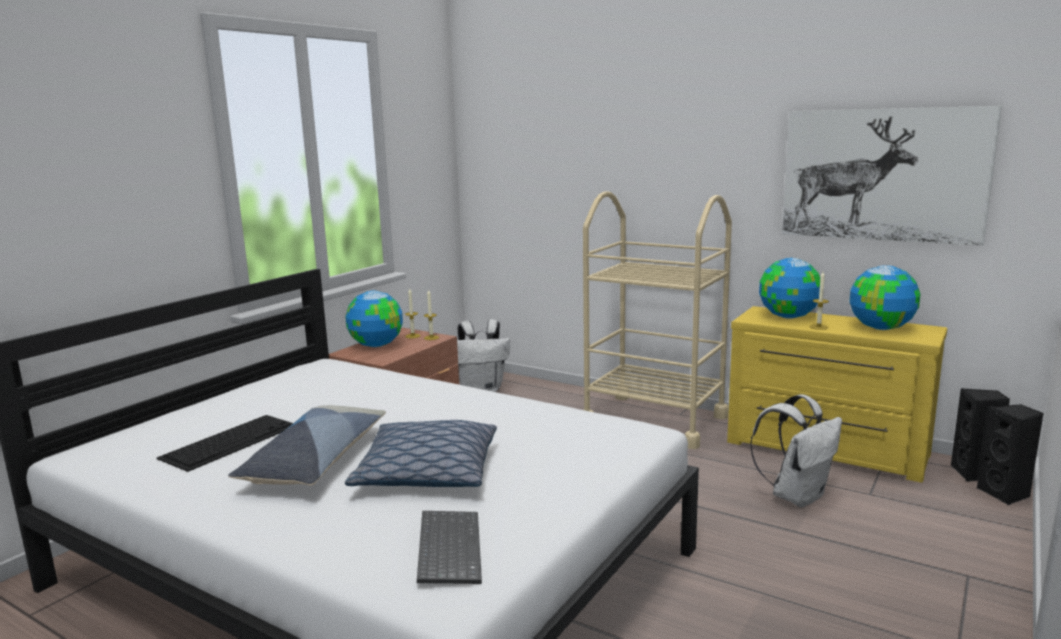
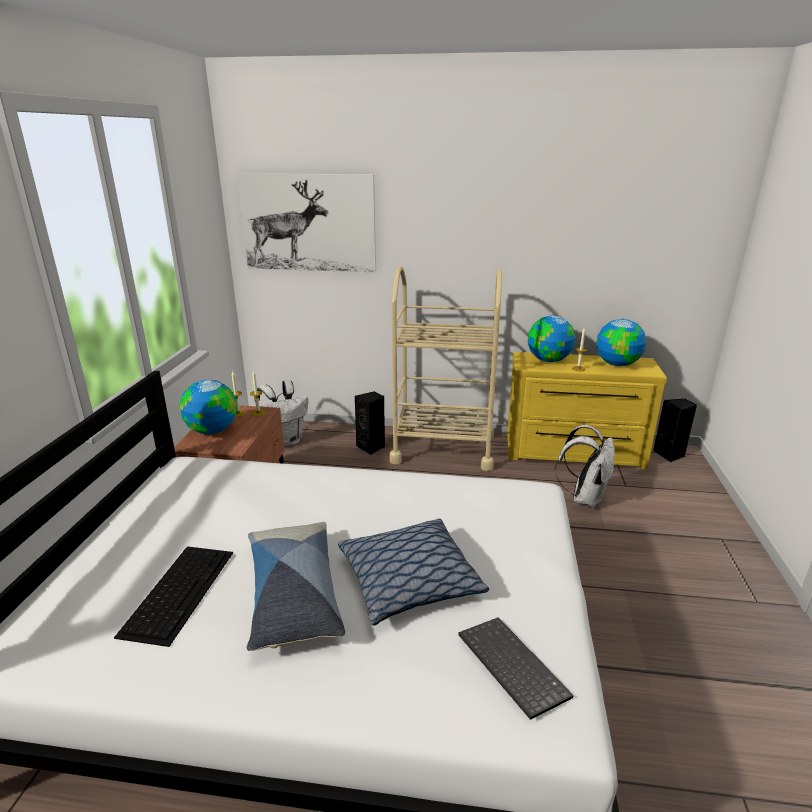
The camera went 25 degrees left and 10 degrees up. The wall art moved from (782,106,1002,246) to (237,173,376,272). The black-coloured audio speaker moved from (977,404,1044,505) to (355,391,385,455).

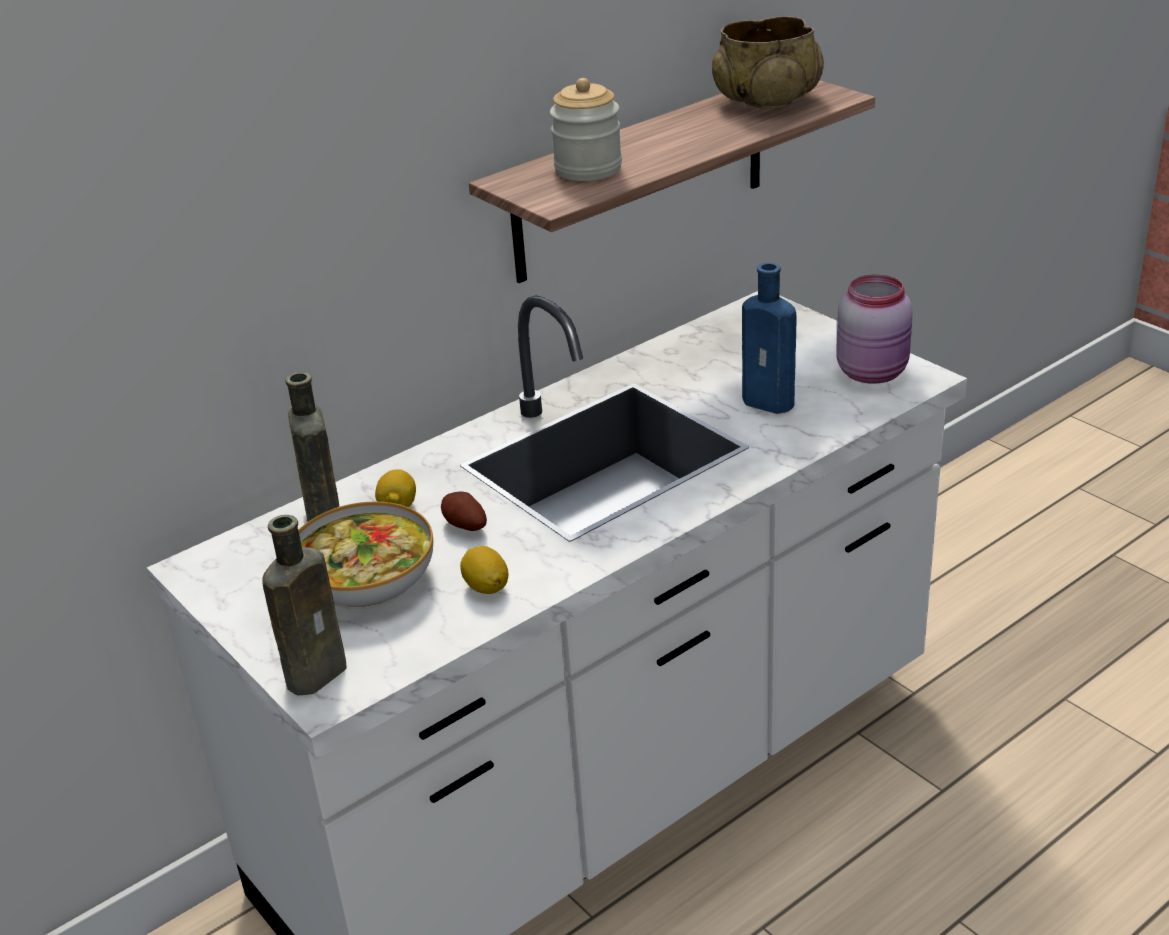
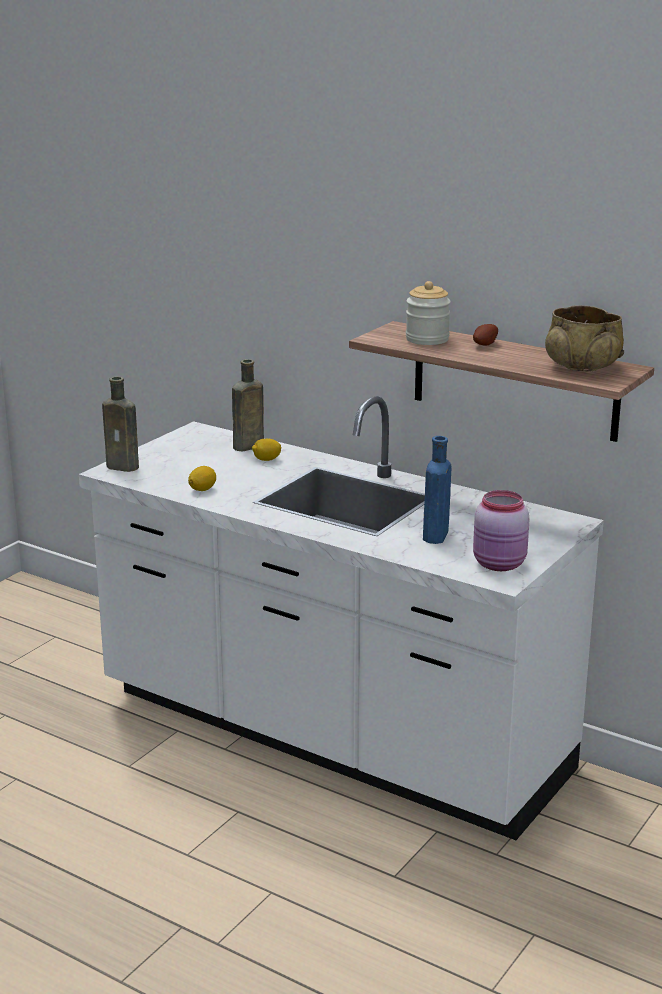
The camera went 70 degrees right and 10 degrees down. The bowl at (298,502,433,609) disappeared. The potato moved from (441,491,487,531) to (473,324,498,346).

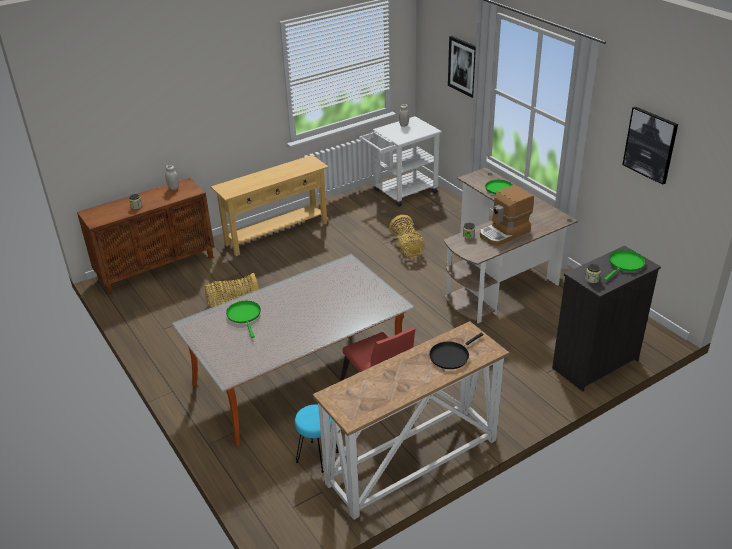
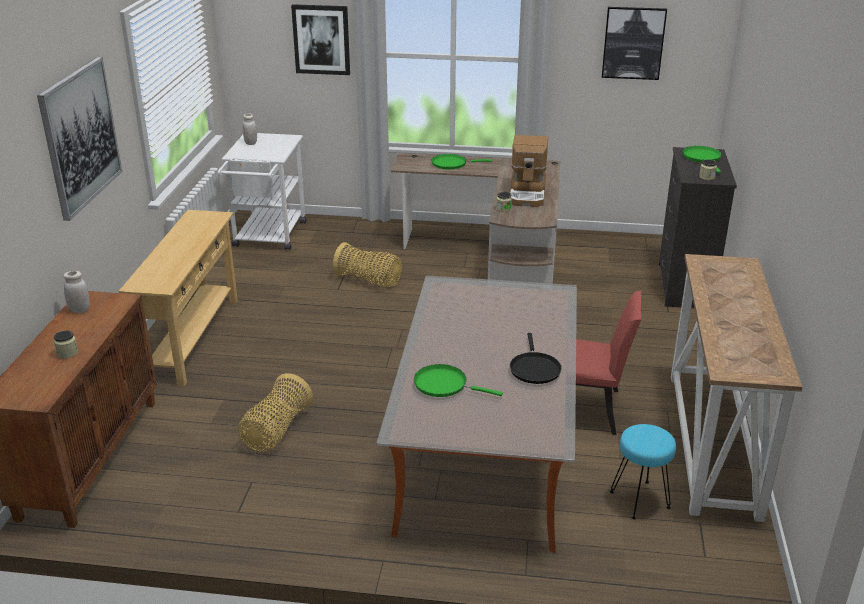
The camera went 50 degrees left and 5 degrees down. The black-coloured frying pan moved from (429,333,483,369) to (510,333,562,384). The wall art at (37,57,122,221) appeared.

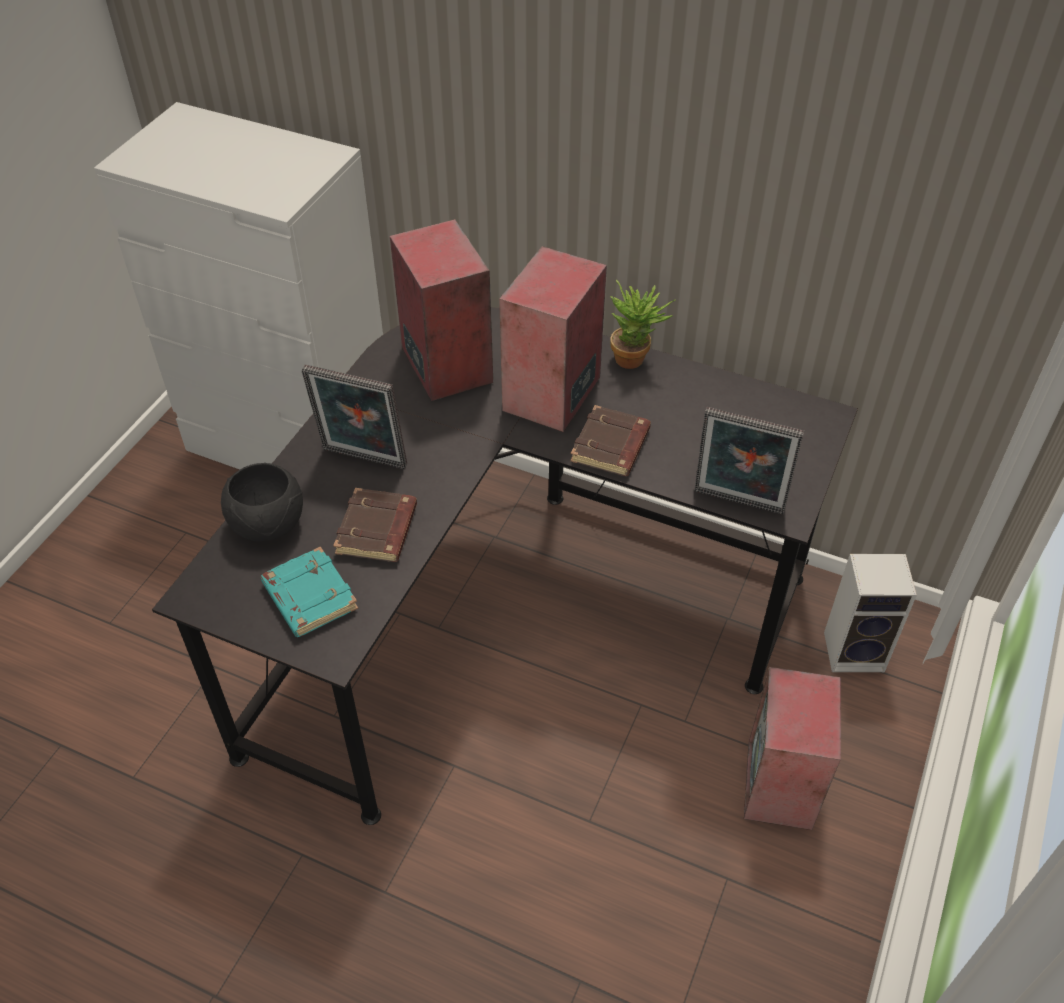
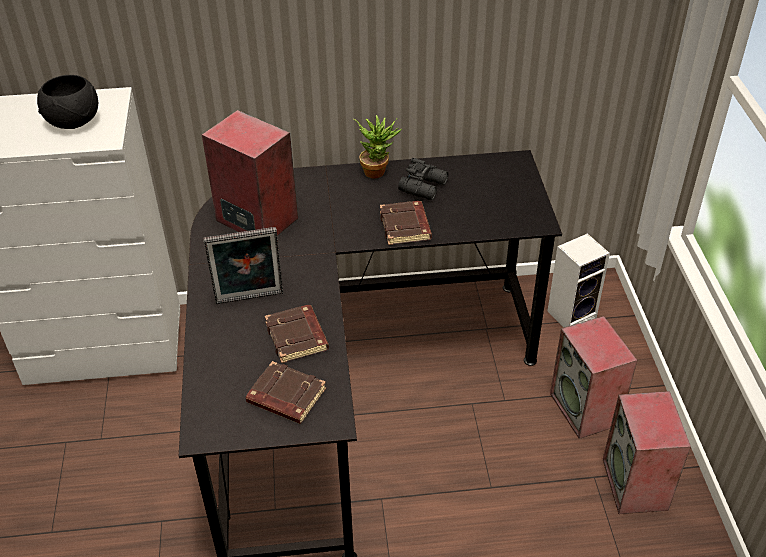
The camera went 30 degrees left and 5 degrees down. The black-coloured bowl moved from (221,463,303,541) to (37,75,98,129). The blue-green book at (261,546,358,637) became the brown-coloured book at (246,361,326,424). The audio speaker moved from (499,246,607,432) to (603,391,691,514). The picture frame at (694,407,804,514) disappeared. The black-coloured field glasses at (398,158,448,200) appeared.

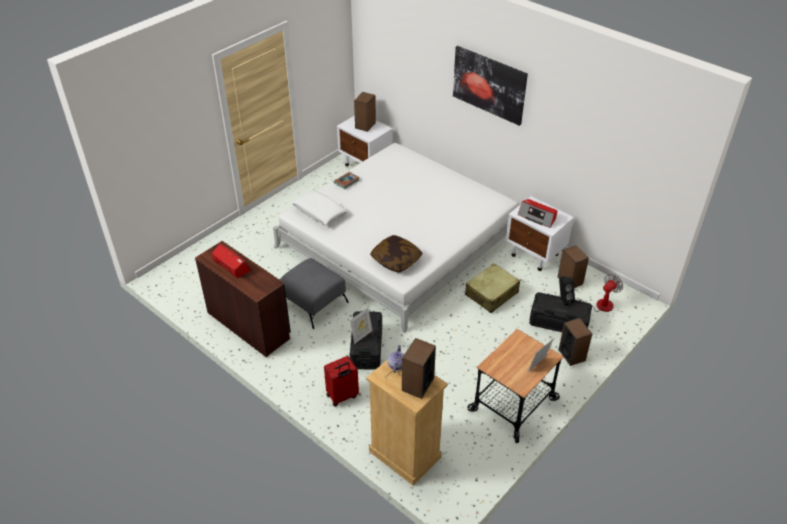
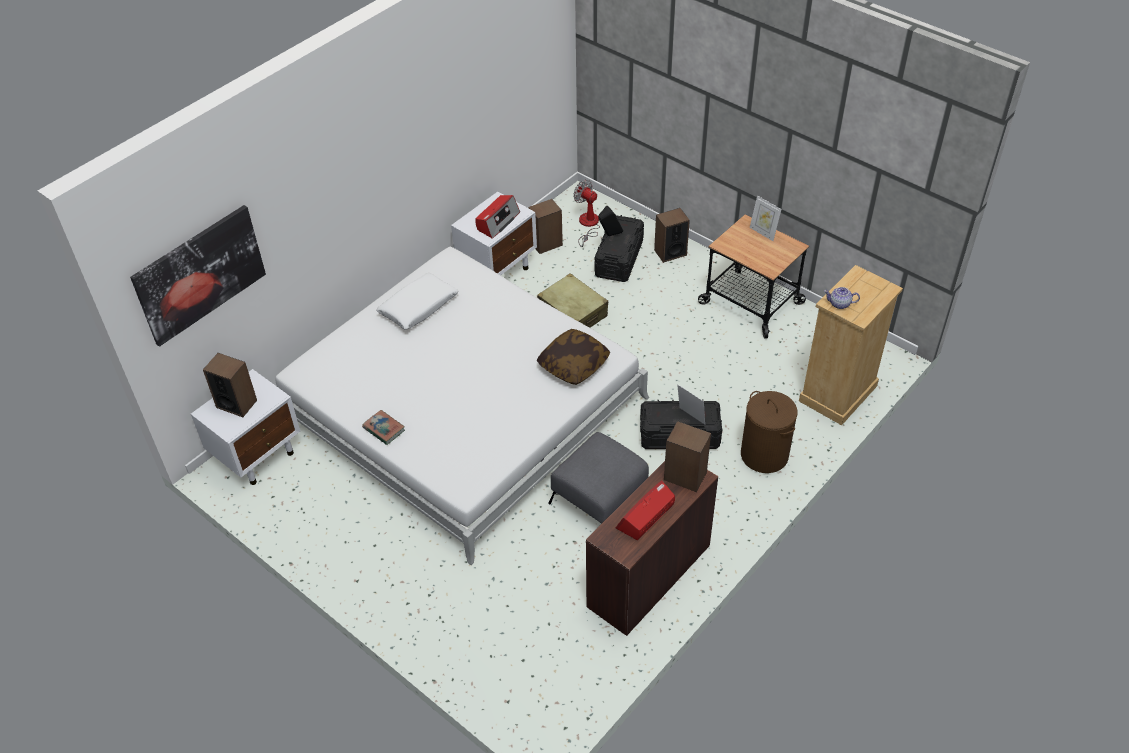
The camera went 90 degrees left and 5 degrees up. The whitish cushion moved from (292,190,348,225) to (376,273,459,330). The red suitcase at (324,356,359,407) was replaced by the brown-coloured laundry basket at (741,391,798,473). The audio speaker moved from (402,338,436,399) to (664,421,711,492). The wall art moved from (453,46,528,126) to (130,205,266,347).

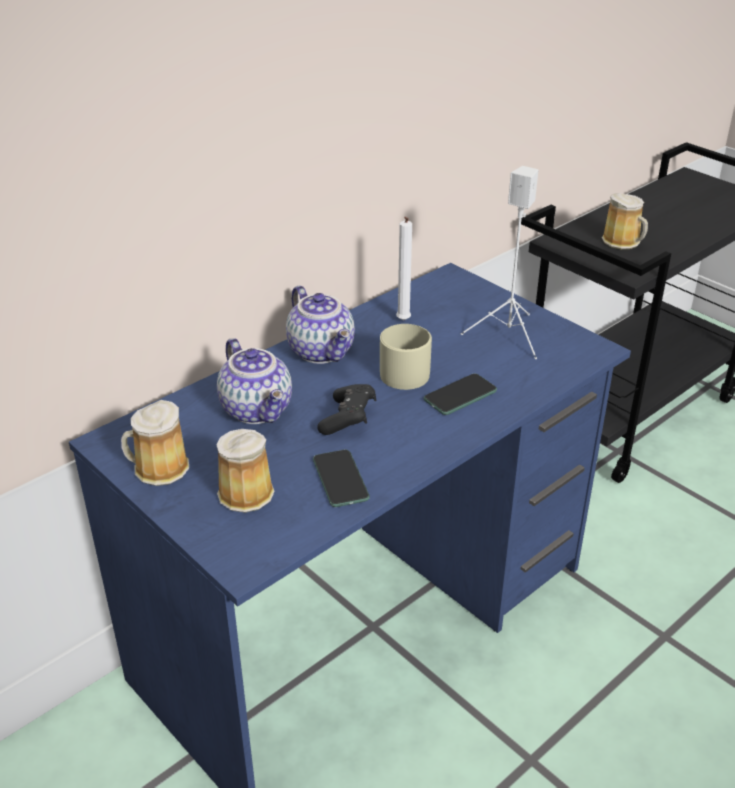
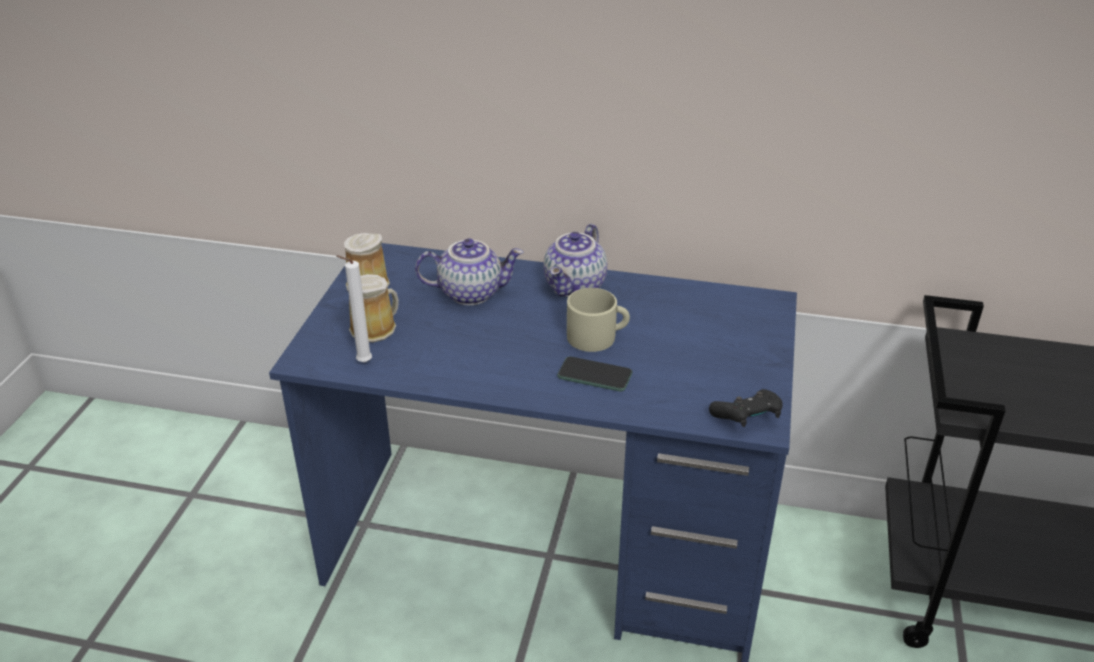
The camera went 55 degrees right and 0 degrees up. The pot for tea at (217,338,292,424) turned 120 degrees counterclockwise. The telephone at (313,450,370,507) disappeared. The black-coloured gamepad moved from (317,384,376,435) to (709,389,783,427). The whitish wax candle moved from (396,217,412,321) to (336,255,372,362). The whitish audio speaker at (461,166,538,359) disappeared. The tea mug at (602,193,648,249) disappeared.

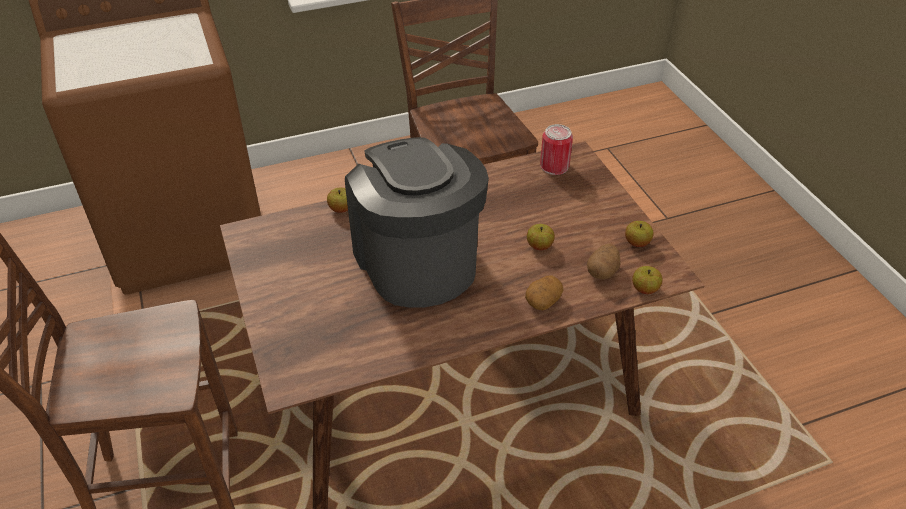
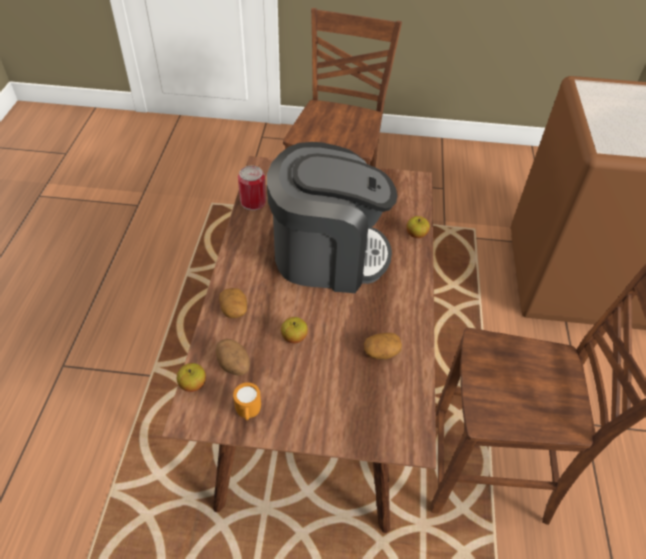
The camera went 115 degrees right and 5 degrees up. The can moved from (540,124,573,175) to (238,166,266,210). The apple fruit at (625,221,654,247) was replaced by the orange tea mug at (233,382,261,420). The potato at (364,333,402,360) appeared.

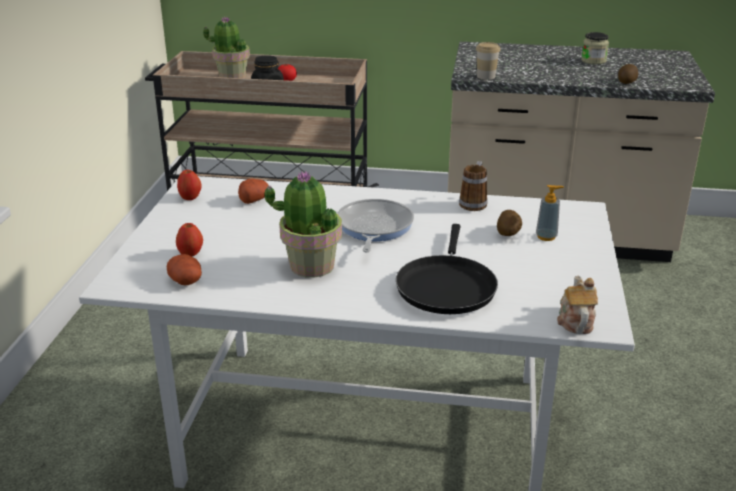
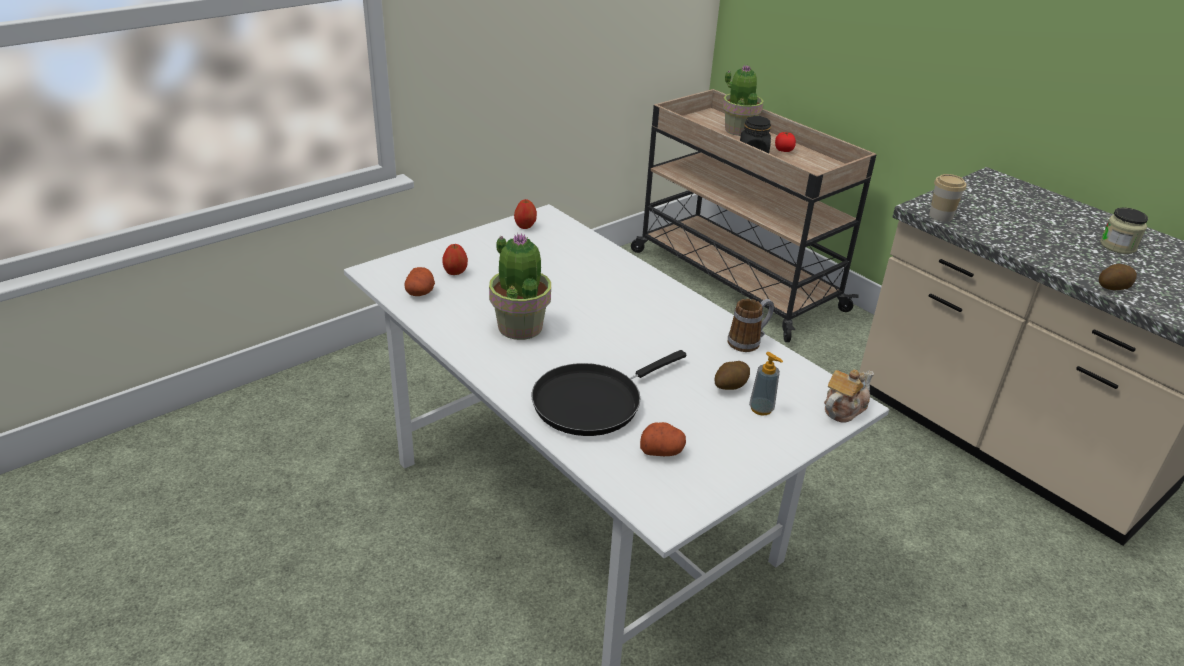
The camera went 40 degrees right and 5 degrees up. The potato moved from (238,178,269,204) to (640,422,686,456). The frying pan at (337,199,414,253) disappeared. The pot for tea moved from (557,276,598,334) to (824,370,874,423).

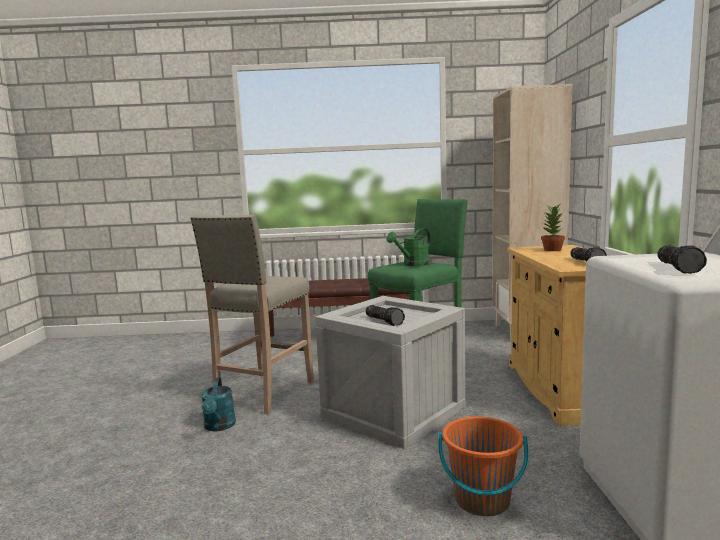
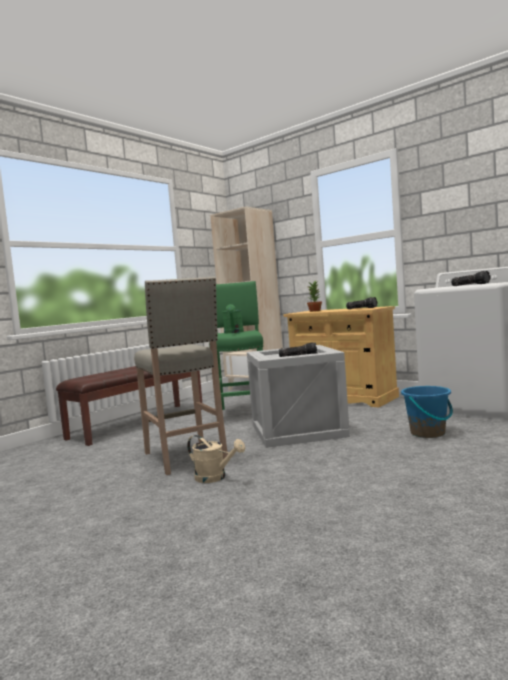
The camera went 50 degrees left and 5 degrees down. The blue-green watering can at (201,377,236,431) became the sand-coloured watering can at (187,435,245,483). The orange bucket at (438,417,529,516) became the blue bucket at (401,386,453,438).

